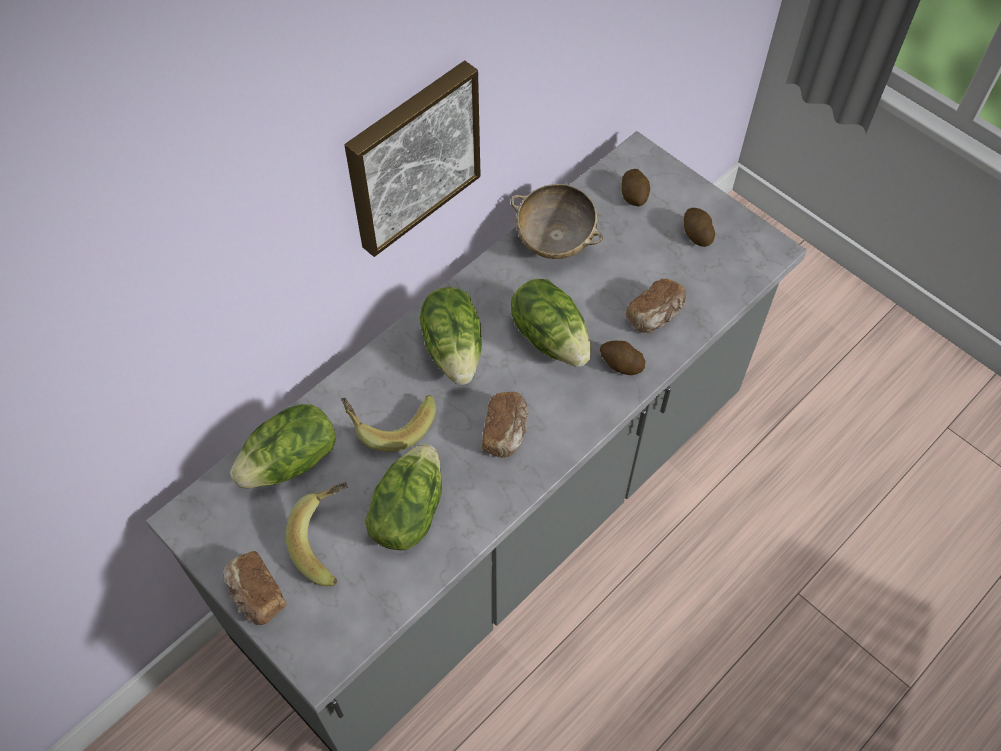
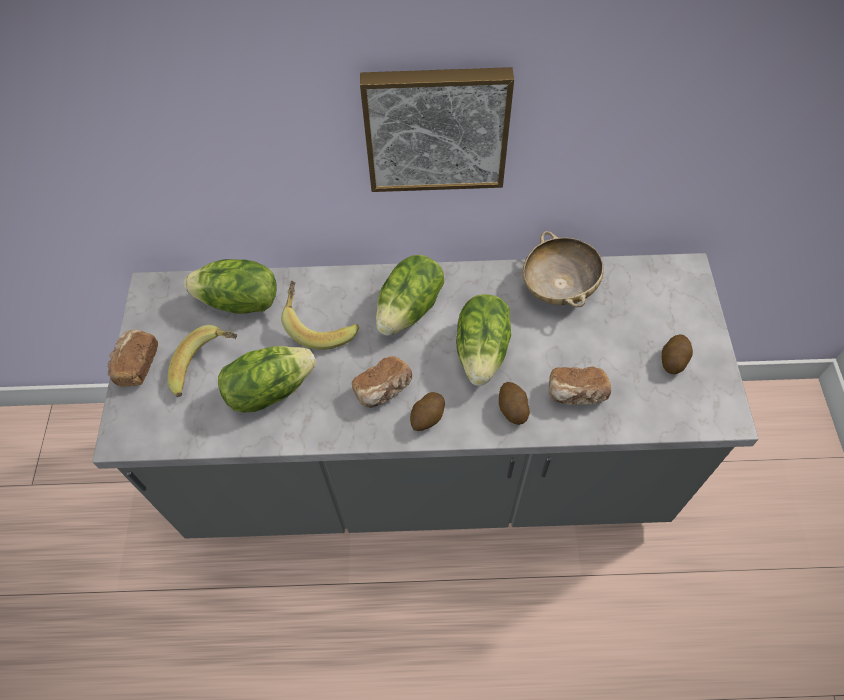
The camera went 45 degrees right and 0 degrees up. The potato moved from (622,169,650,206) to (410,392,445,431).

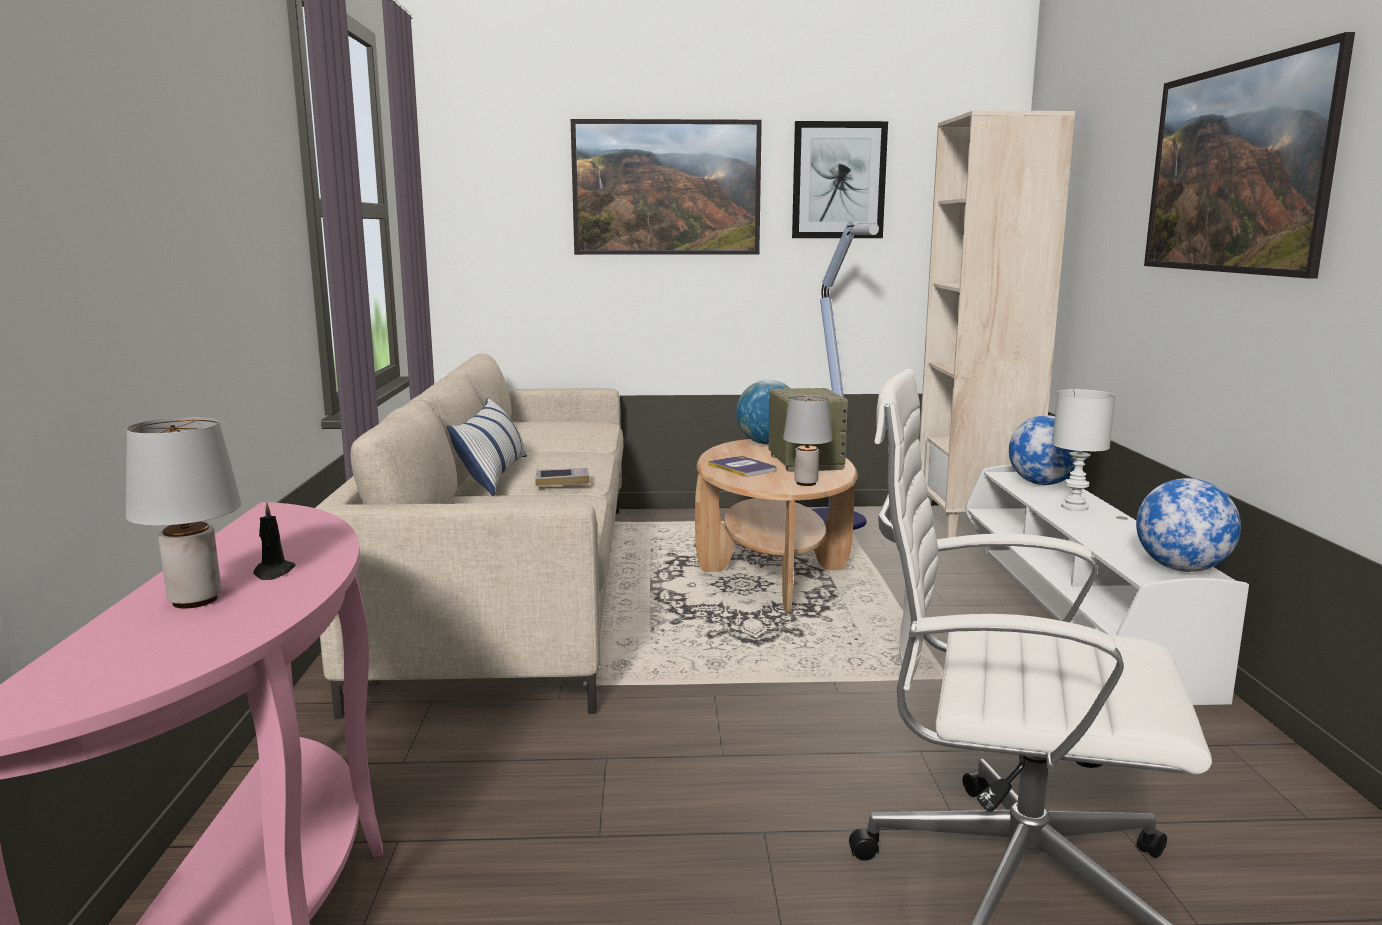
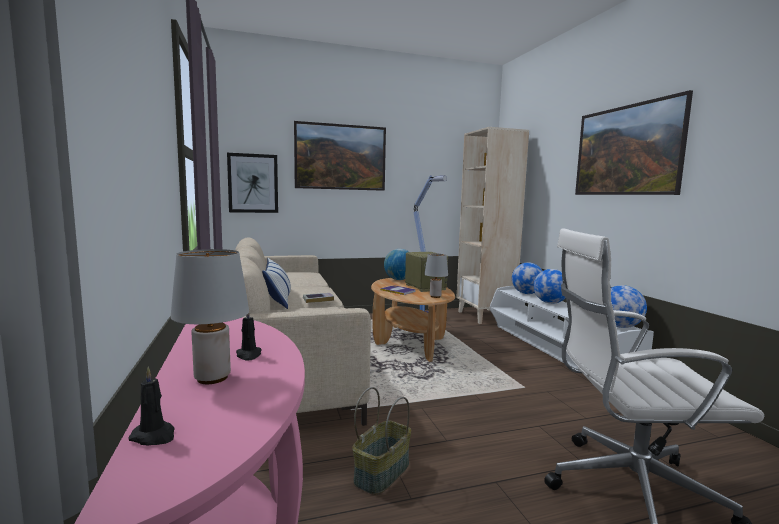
The camera went 15 degrees left and 5 degrees down. The wall art moved from (792,121,888,238) to (227,153,278,213). The whitish tabletop lamp at (1052,389,1116,511) was replaced by the world globe at (534,269,566,304). The black-coloured wax candle at (128,367,175,446) appeared. The household basket at (352,387,411,495) appeared.

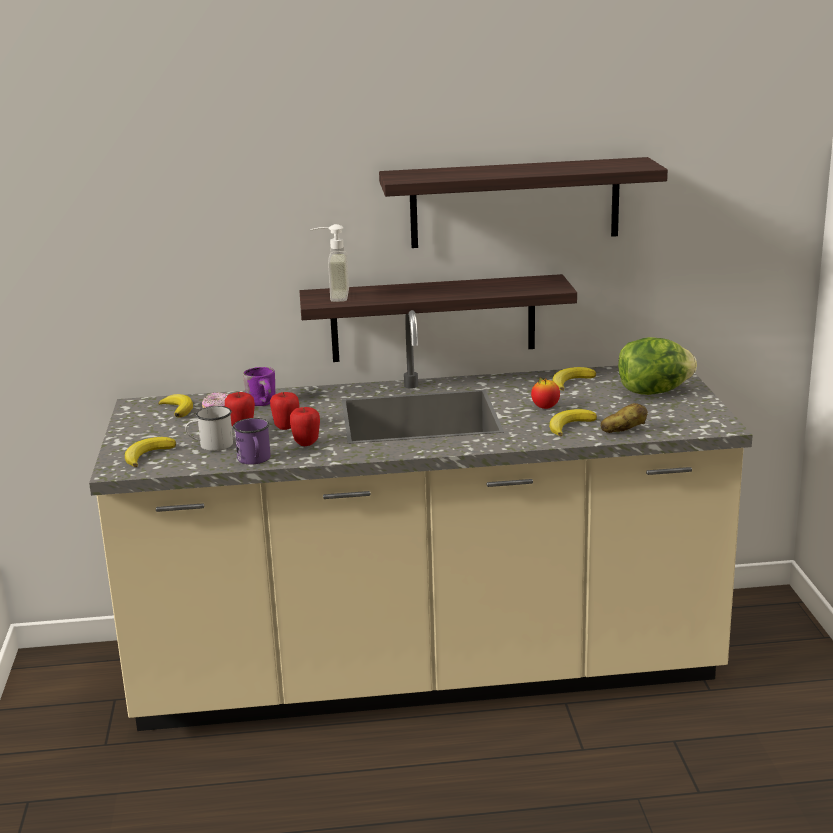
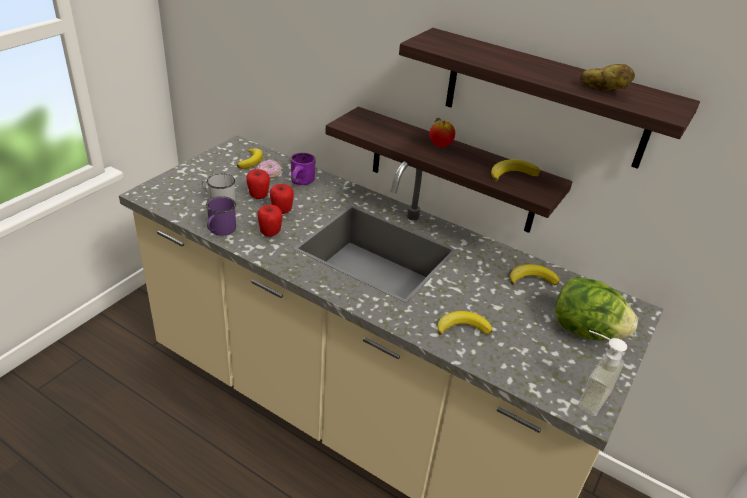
The camera went 35 degrees right and 15 degrees up. The banana fruit moved from (125,437,176,467) to (491,159,541,181). The soap bottle moved from (310,224,349,302) to (578,330,627,417). The apple fruit moved from (531,378,560,409) to (429,118,455,147). The potato moved from (601,403,648,433) to (580,64,635,90).

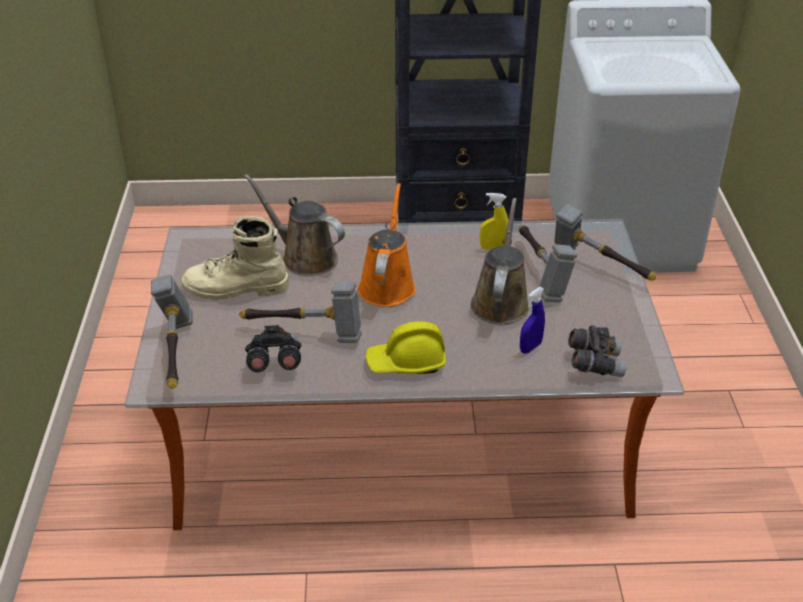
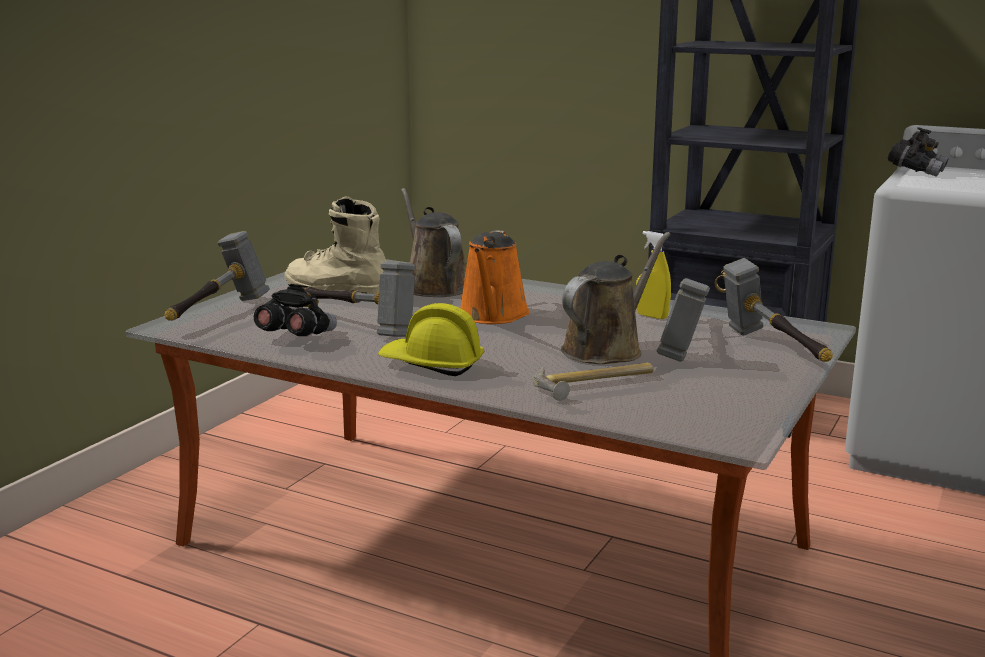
The camera went 30 degrees right and 20 degrees down. The orange watering can at (358,183,416,307) turned 150 degrees clockwise. The blue sprayer at (520,287,545,354) was replaced by the hand hammer at (534,363,654,401). The gray field glasses moved from (568,325,627,377) to (888,127,949,177).

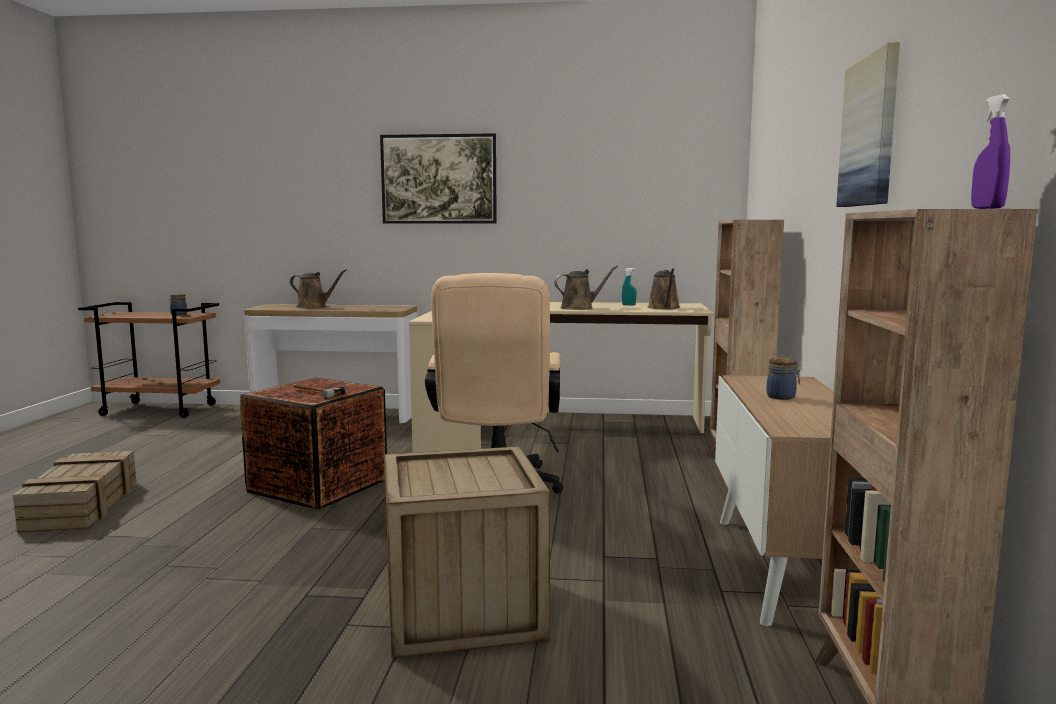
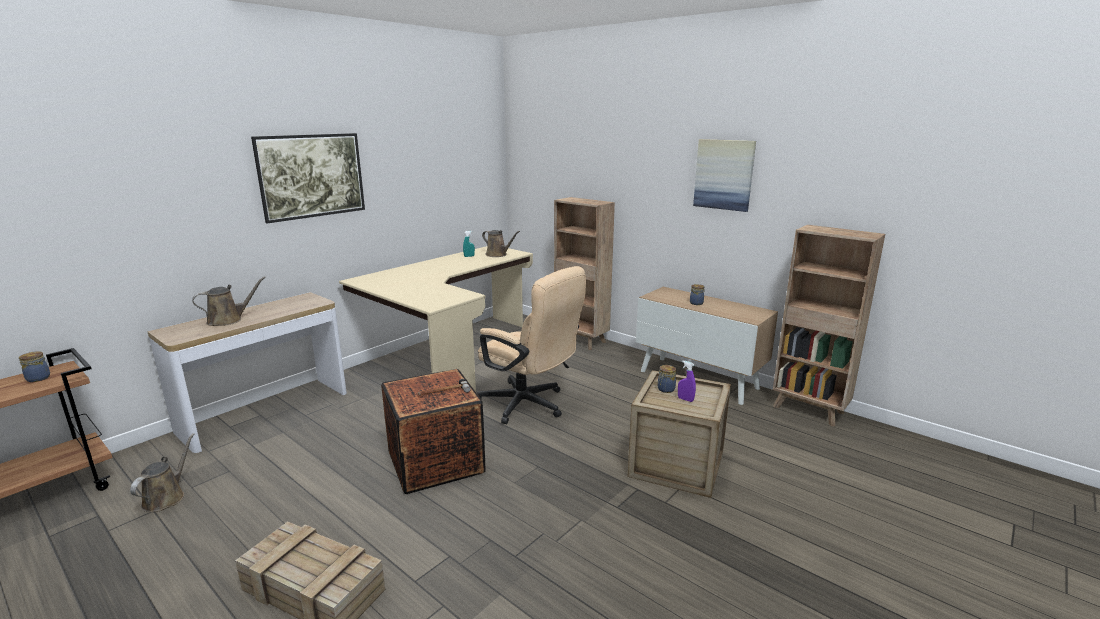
The camera went 55 degrees left and 10 degrees up. The brown-coloured watering can moved from (554,266,618,310) to (130,433,194,512). The purple-coloured sprayer moved from (971,94,1010,209) to (678,361,696,402). The jar at (658,365,676,393) appeared.

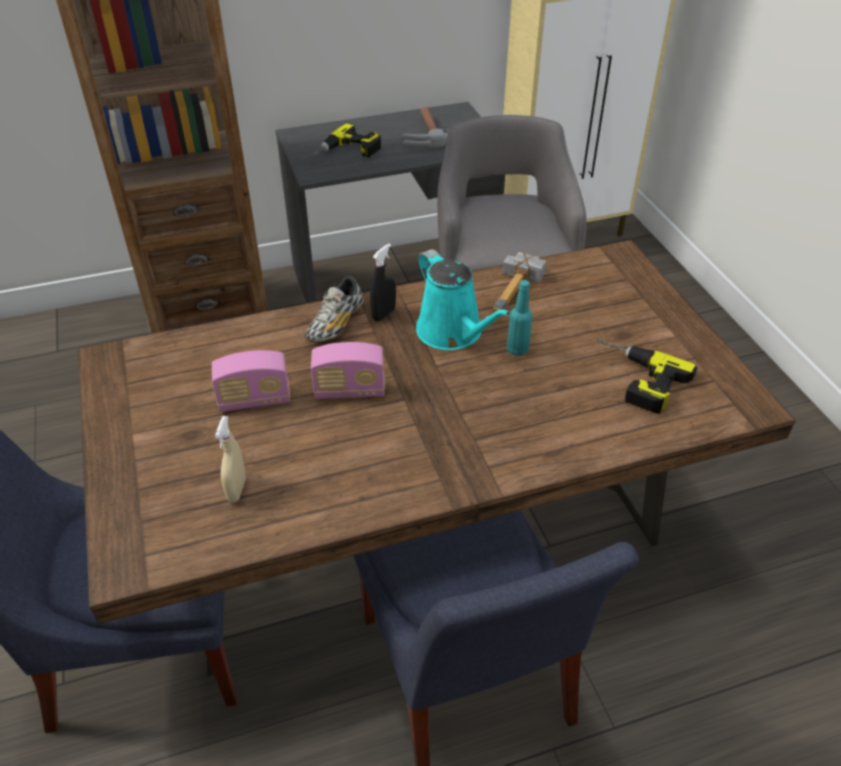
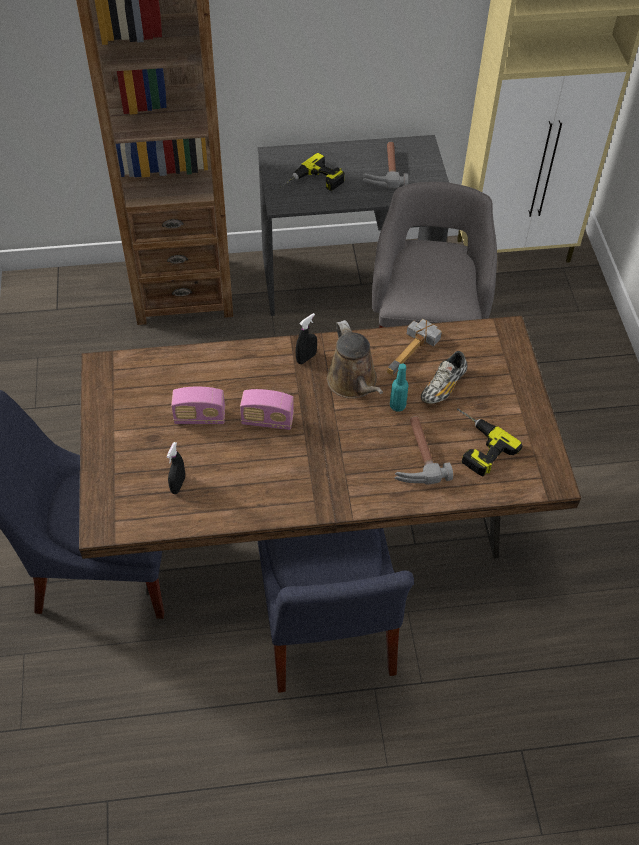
The camera went 10 degrees right and 10 degrees up. The sand-coloured sprayer at (215,416,246,503) became the black-coloured sprayer at (167,442,185,494). The low shoe moved from (305,276,363,342) to (421,351,467,404). The blue-green watering can at (416,249,511,350) became the brown-coloured watering can at (327,320,383,399). The hand hammer at (395,416,453,485) appeared.

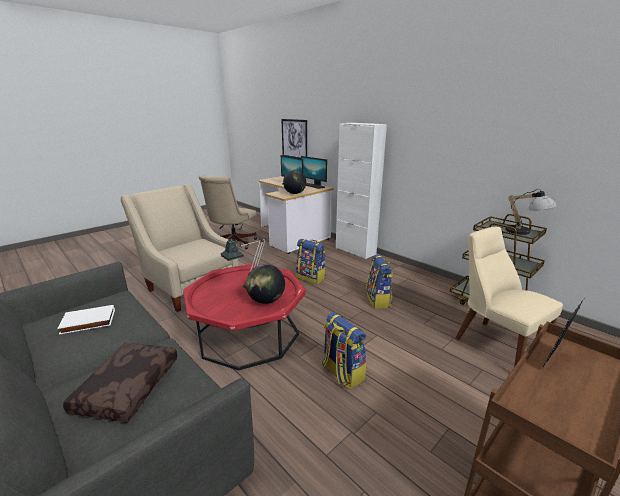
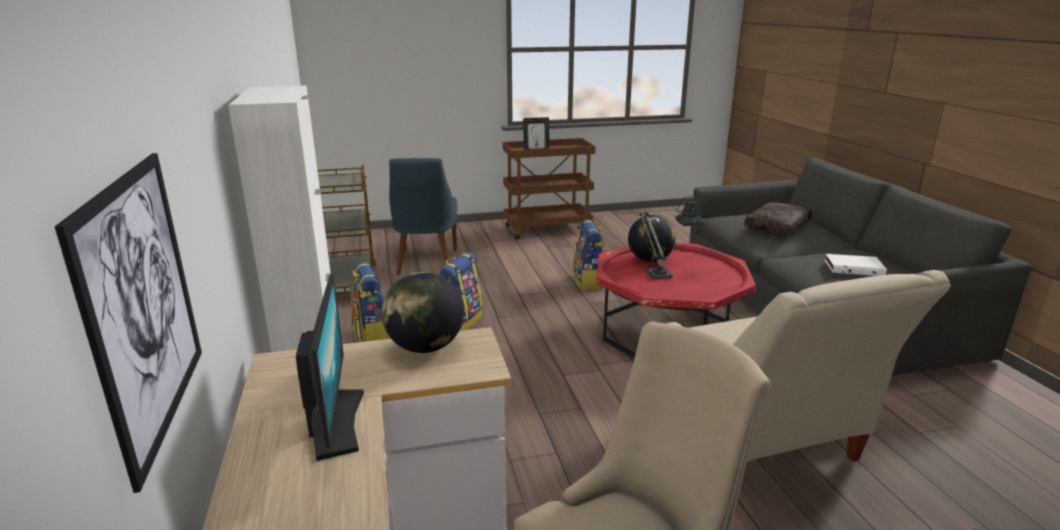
The camera went 150 degrees left and 0 degrees up. The knapsack moved from (296,239,325,284) to (351,262,391,342). The monitor at (301,156,327,189) disappeared. The sand-coloured plain chair at (455,227,563,367) became the blue plain chair at (389,158,458,275). The tabletop lamp at (497,189,557,235) disappeared.

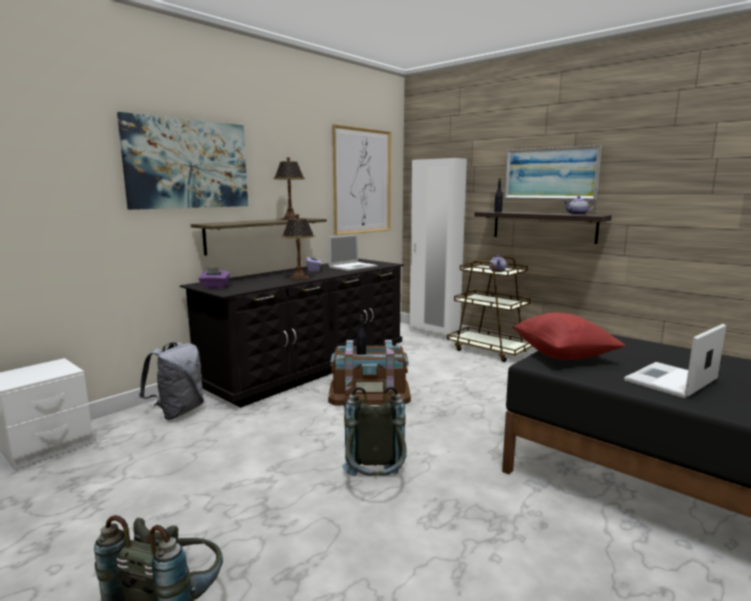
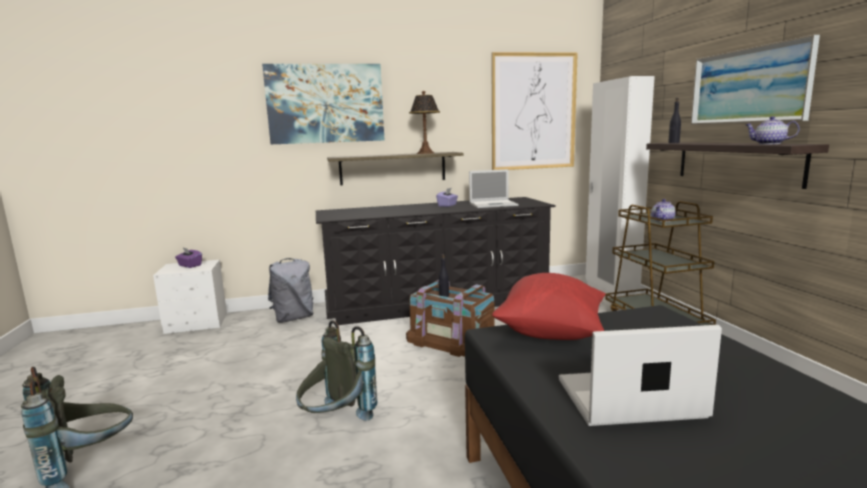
The camera went 35 degrees right and 0 degrees up. The purple-coloured tissue holder moved from (199,267,230,289) to (175,247,202,268). The tabletop lamp at (281,214,315,280) disappeared.

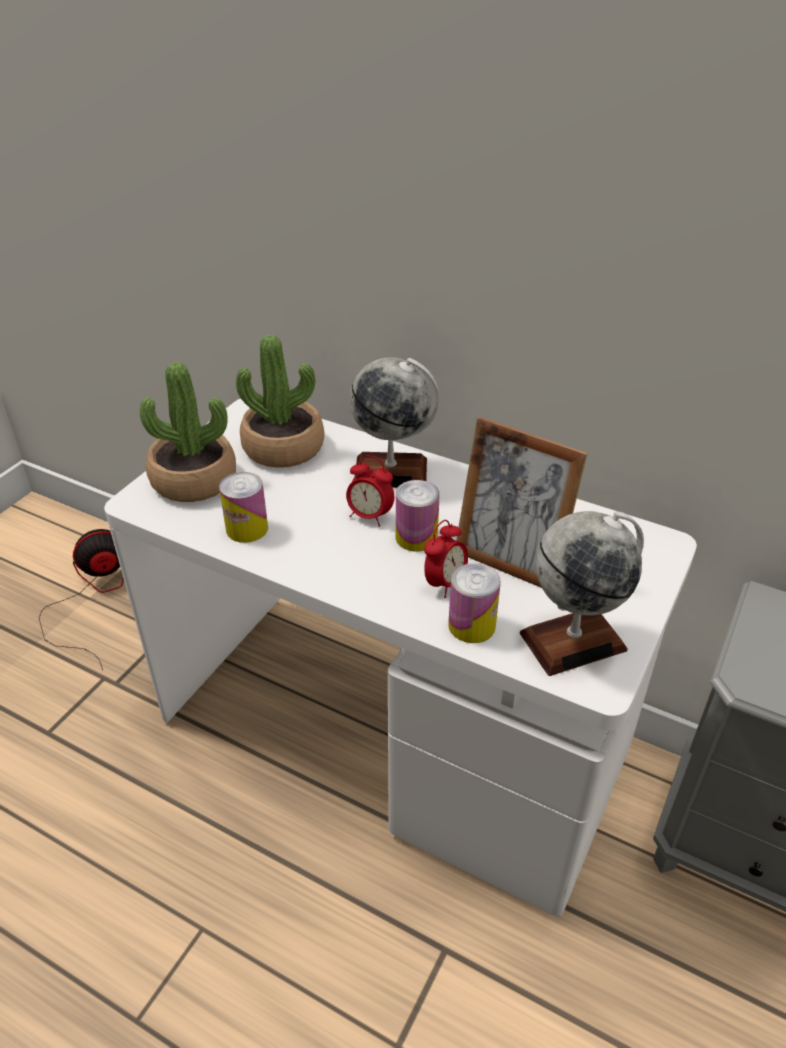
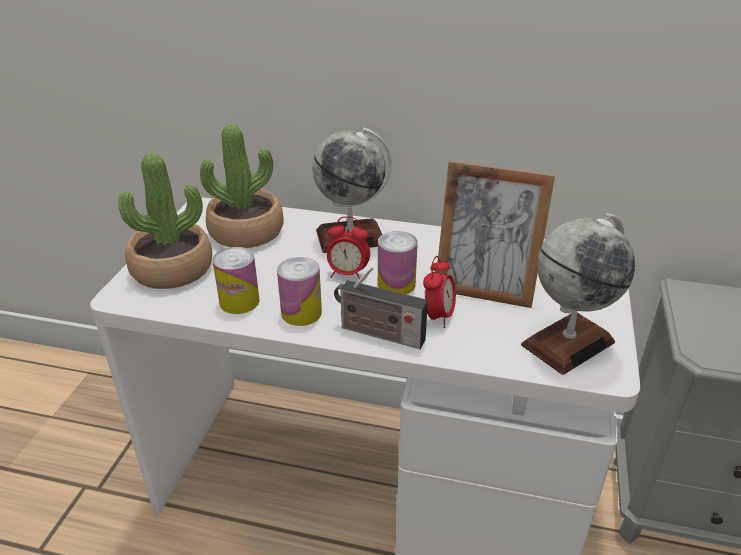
The camera went 15 degrees left and 5 degrees down. The cooling fan at (39,529,124,670) disappeared. The can moved from (448,563,501,643) to (277,257,322,326). The radio set at (334,267,428,349) appeared.

